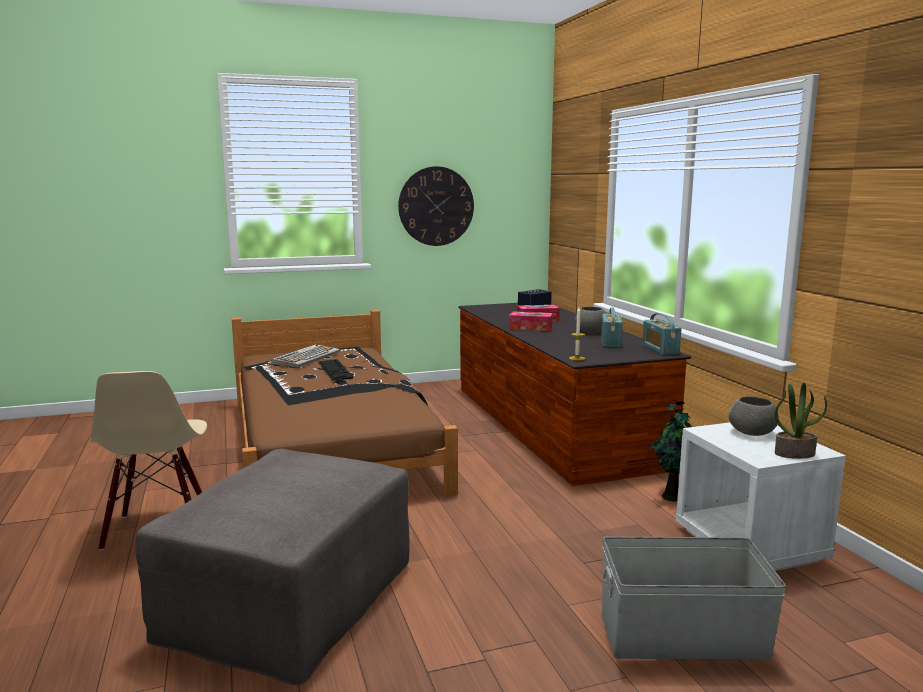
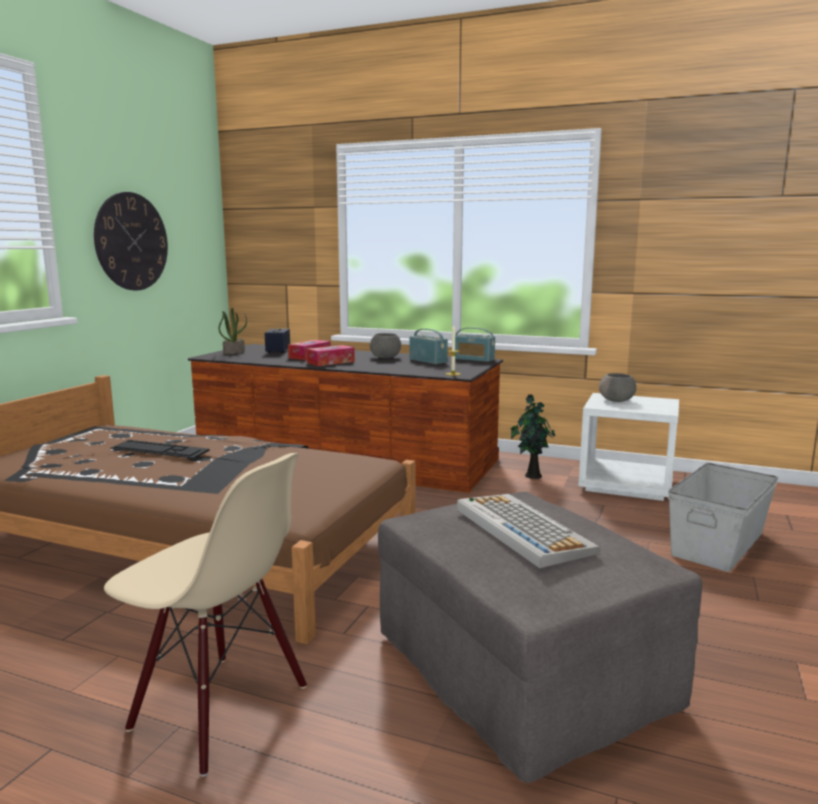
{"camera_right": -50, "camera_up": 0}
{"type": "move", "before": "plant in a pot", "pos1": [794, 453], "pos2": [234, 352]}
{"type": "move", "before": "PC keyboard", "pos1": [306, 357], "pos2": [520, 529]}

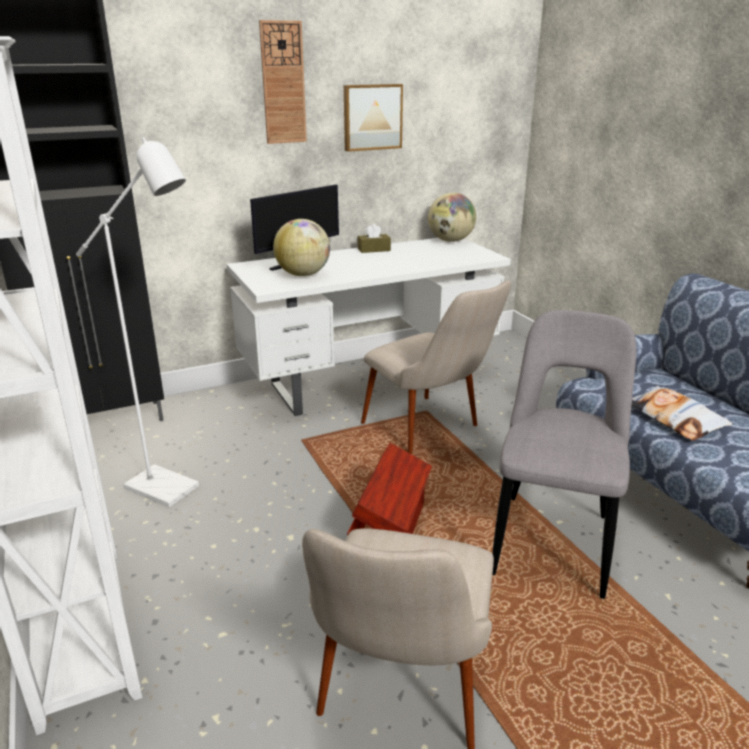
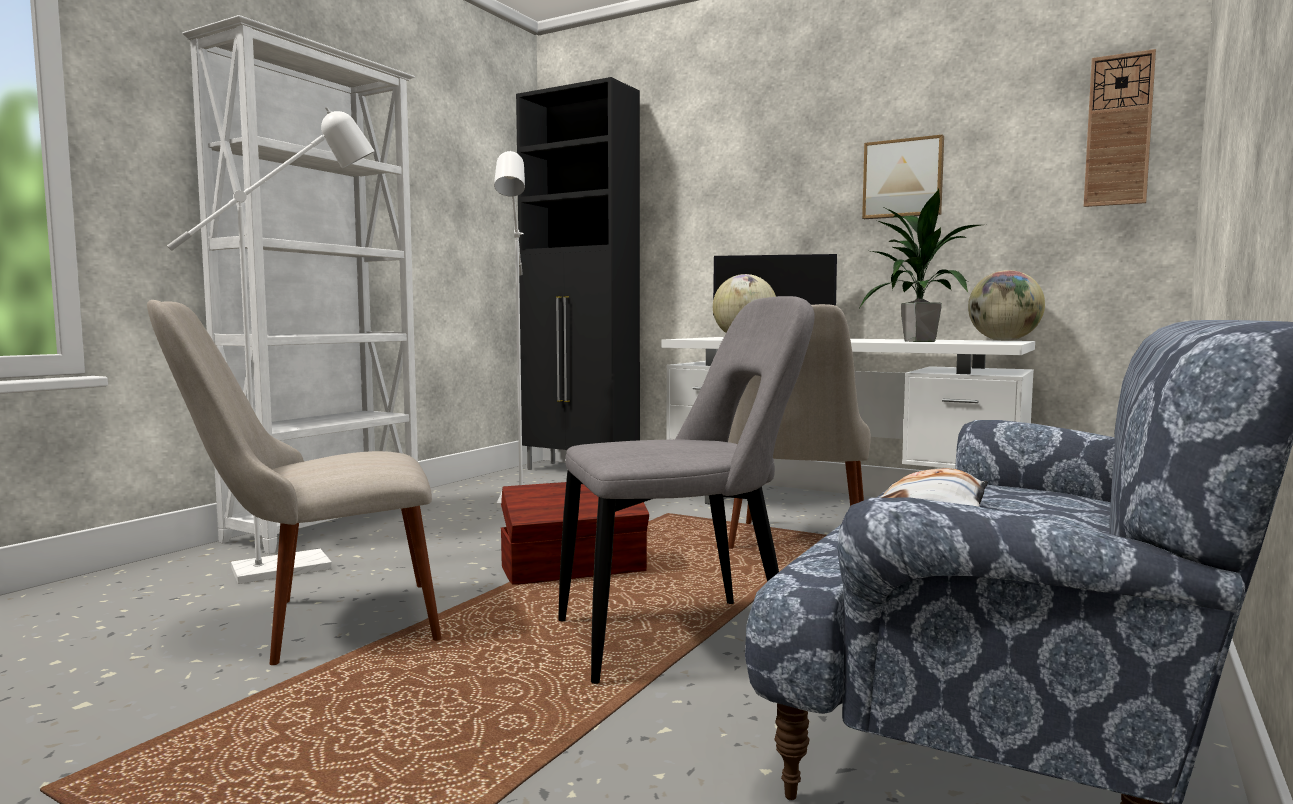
{"camera_right": 55, "camera_up": -20}
{"type": "insert", "after": "standing lamp in white", "pos2": [301, 565]}
{"type": "insert", "after": "plant in a pot", "pos2": [919, 341]}
{"type": "move", "before": "clock on the wall", "pos1": [283, 83], "pos2": [1118, 130]}
{"type": "delete", "before": "box of tissues in brown", "pos1": [374, 249]}

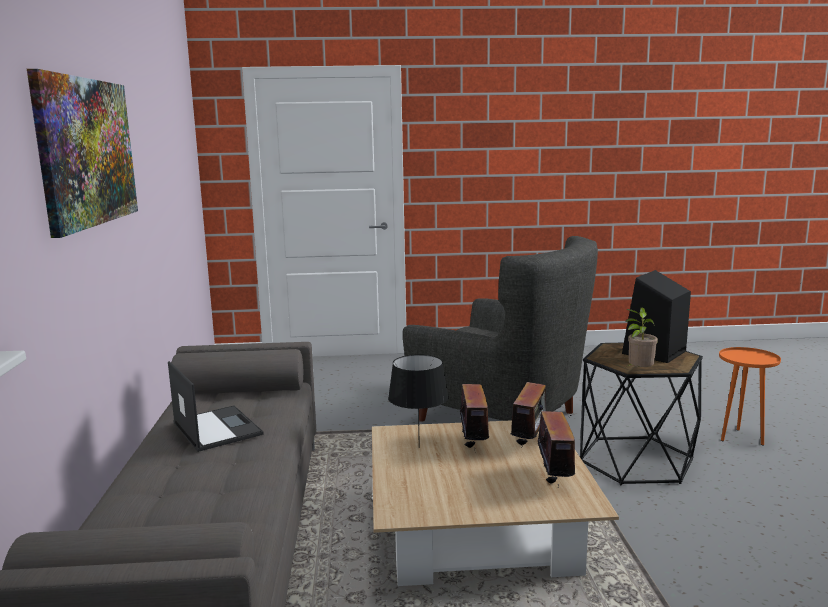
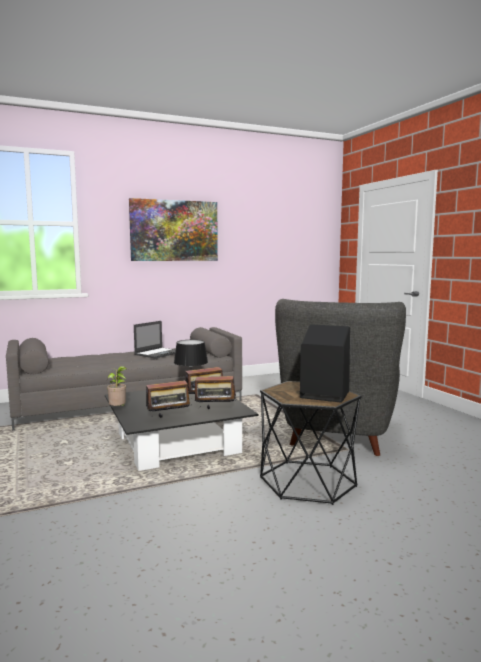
{"camera_right": 70, "camera_up": -5}
{"type": "recolor", "before": "low table in sand-coloured", "after": "low table in blackish", "pos1": [476, 529], "pos2": [177, 443]}
{"type": "move", "before": "plant in a pot", "pos1": [639, 372], "pos2": [118, 409]}
{"type": "delete", "before": "end table in orange", "pos1": [740, 438]}

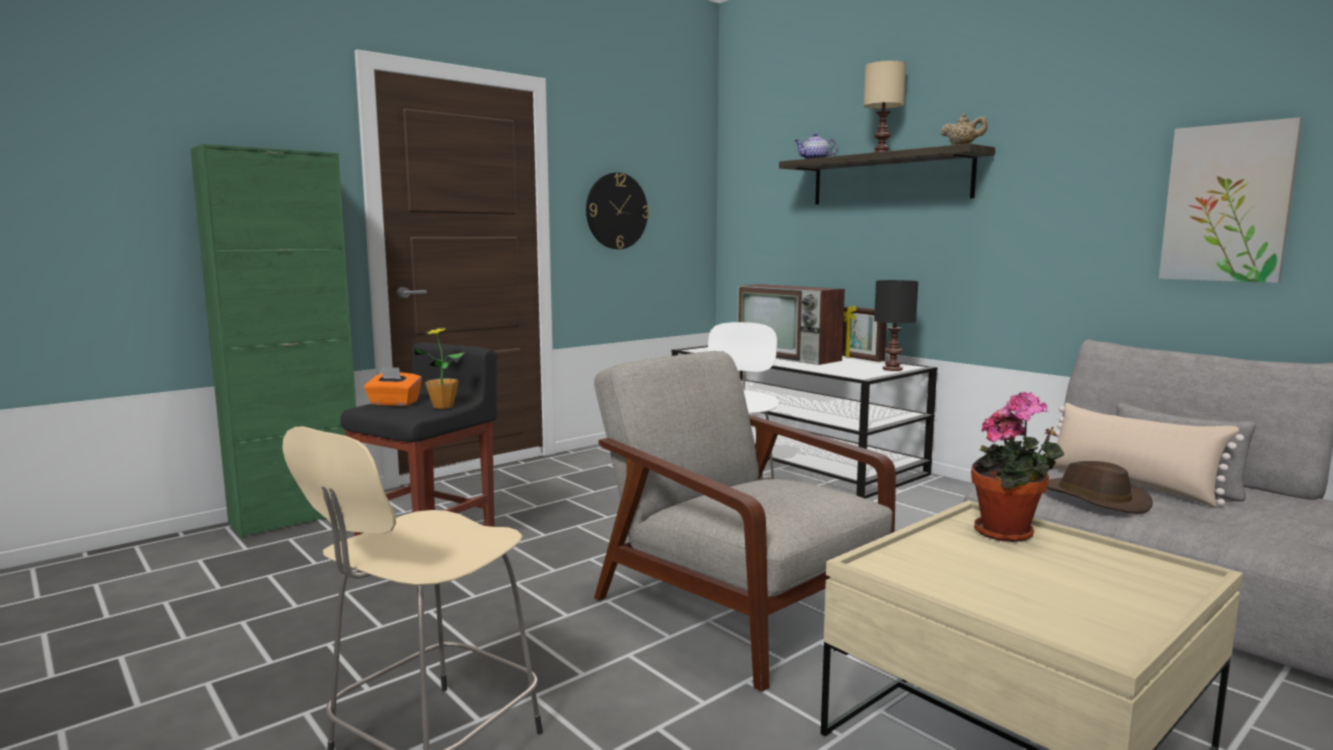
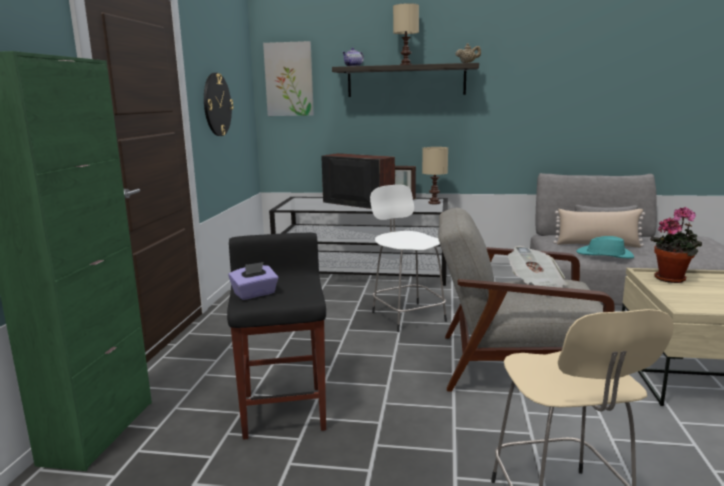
{"camera_right": -40, "camera_up": 5}
{"type": "recolor", "before": "box of tissues in orange", "after": "box of tissues in purple-coloured", "pos1": [394, 403], "pos2": [255, 294]}
{"type": "move", "before": "picture", "pos1": [1227, 203], "pos2": [289, 79]}
{"type": "rotate", "before": "TV set", "pos1": [789, 356], "pos2": [356, 203], "turn": -150}
{"type": "recolor", "before": "tabletop lamp in blackish", "after": "tabletop lamp in sand-coloured", "pos1": [893, 369], "pos2": [435, 203]}
{"type": "insert", "after": "daily paper", "pos2": [536, 285]}
{"type": "recolor", "before": "wearable hat in brown", "after": "wearable hat in turquoise", "pos1": [1092, 499], "pos2": [605, 255]}
{"type": "delete", "before": "plant in a pot", "pos1": [443, 406]}

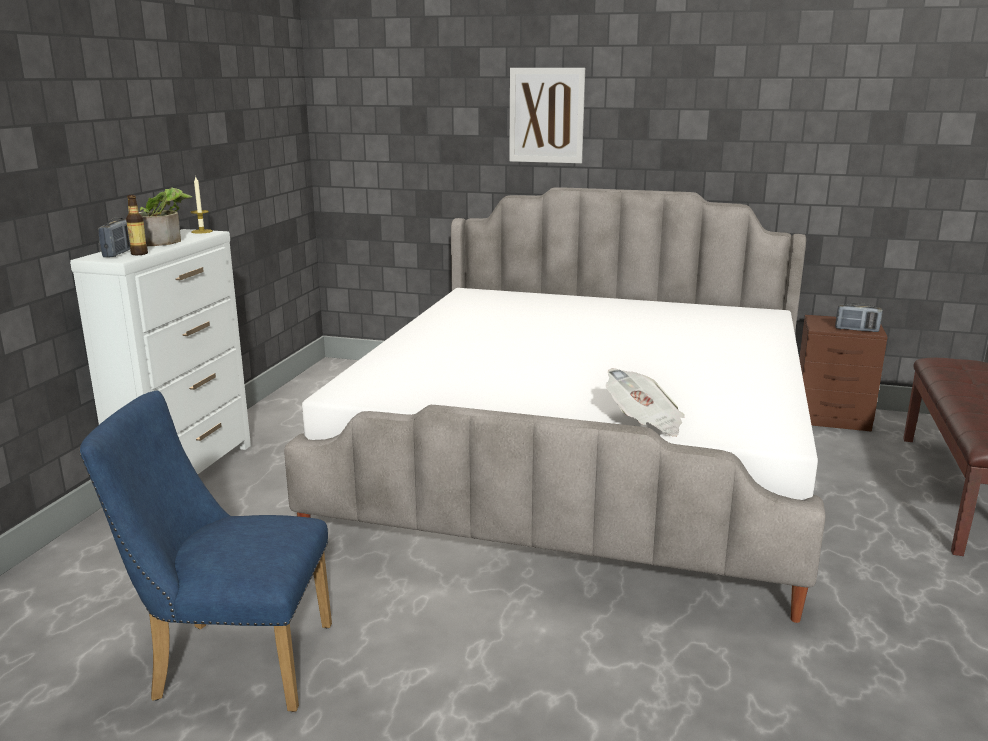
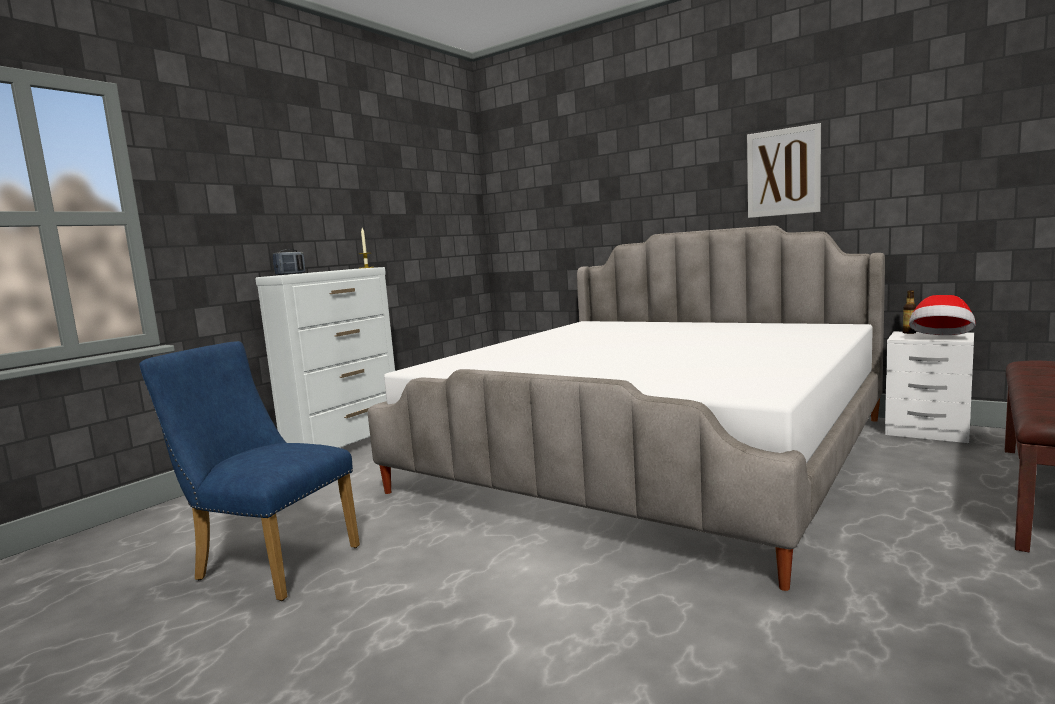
{"camera_right": 20, "camera_up": -10}
{"type": "move", "before": "picture", "pos1": [546, 115], "pos2": [783, 172]}
{"type": "recolor", "before": "bedside table in brown", "after": "bedside table in white", "pos1": [833, 418], "pos2": [929, 431]}
{"type": "move", "before": "bottle", "pos1": [139, 253], "pos2": [909, 332]}
{"type": "replace", "before": "radio receiver", "after": "wearable hat", "pos1": [856, 330], "pos2": [941, 338]}
{"type": "delete", "before": "plant in a pot", "pos1": [164, 241]}
{"type": "delete", "before": "daily paper", "pos1": [644, 422]}

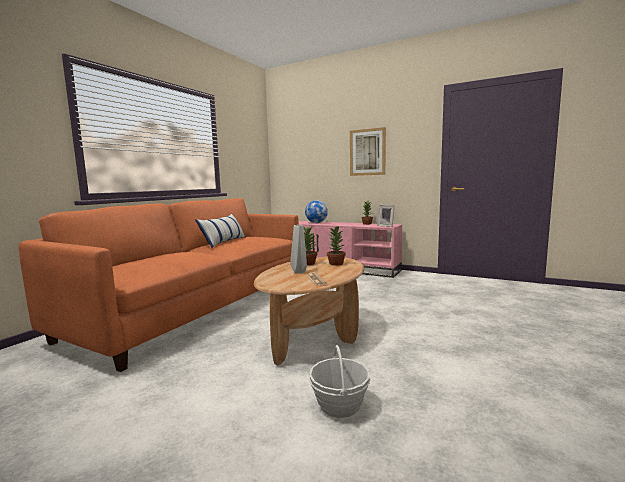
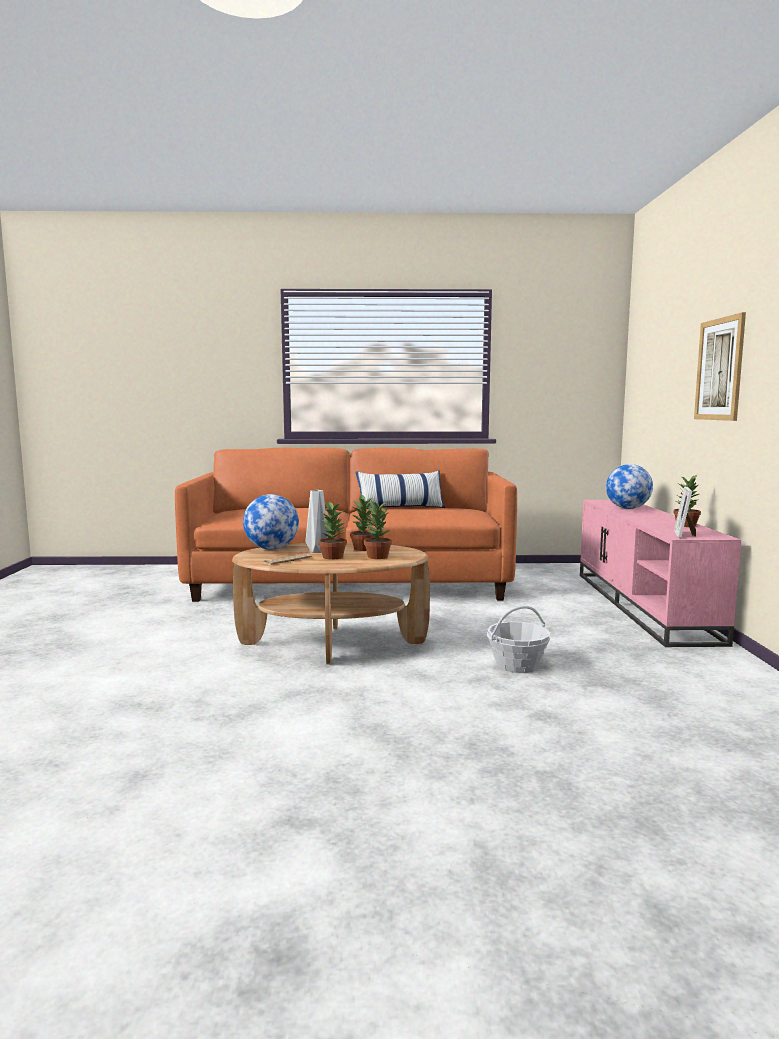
{"camera_right": 60, "camera_up": 0}
{"type": "insert", "after": "globe", "pos2": [271, 549]}
{"type": "insert", "after": "plant in a pot", "pos2": [332, 557]}
{"type": "move", "before": "basket", "pos1": [339, 405], "pos2": [517, 665]}

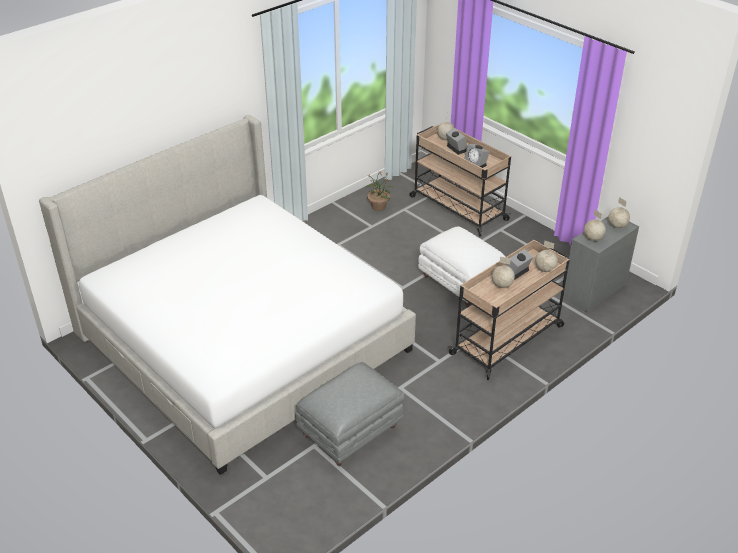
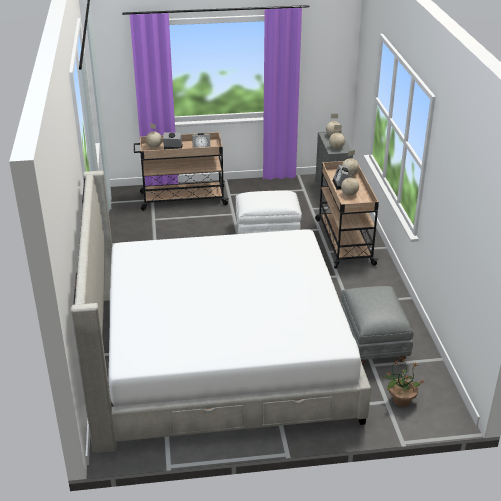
{"camera_right": -55, "camera_up": -5}
{"type": "move", "before": "plant in a pot", "pos1": [378, 206], "pos2": [401, 400]}

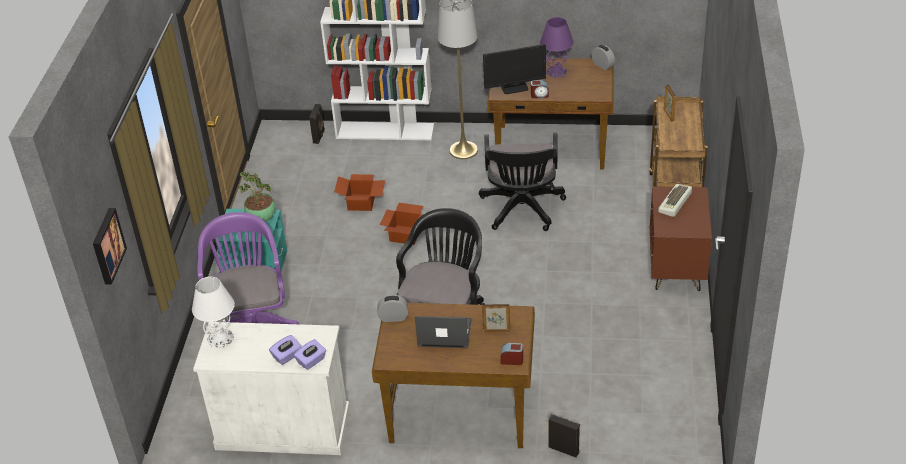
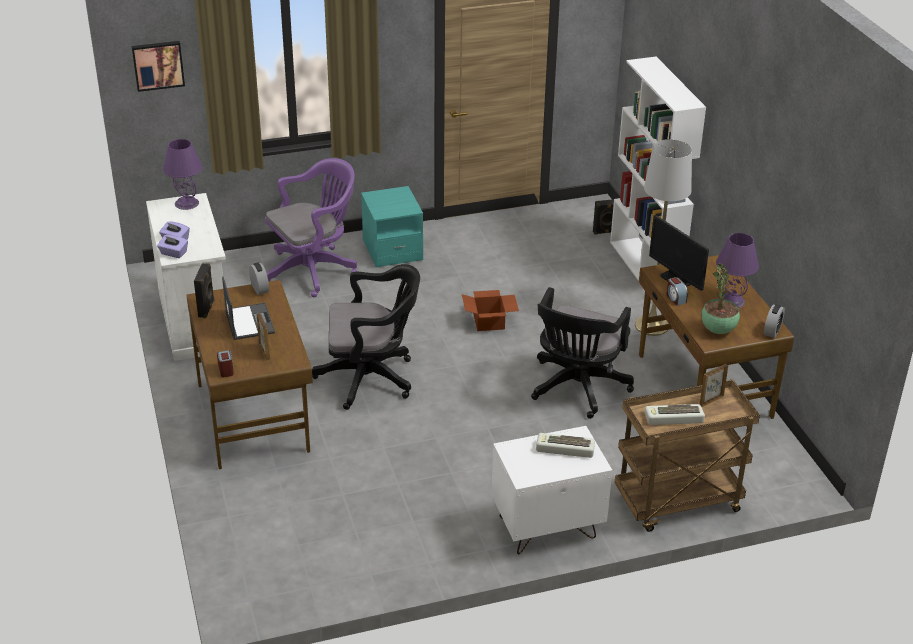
{"camera_right": 65, "camera_up": -5}
{"type": "recolor", "before": "tabletop lamp in white", "after": "tabletop lamp in purple-coloured", "pos1": [220, 338], "pos2": [186, 203]}
{"type": "move", "before": "speaker in blackish", "pos1": [564, 449], "pos2": [207, 308]}
{"type": "recolor", "before": "bedside table in brown", "after": "bedside table in white", "pos1": [676, 269], "pos2": [546, 528]}
{"type": "rotate", "before": "computer chair in blackish", "pos1": [522, 210], "pos2": [577, 389], "turn": -45}
{"type": "insert", "after": "PC keyboard", "pos2": [673, 418]}
{"type": "move", "before": "plant in a pot", "pos1": [262, 219], "pos2": [718, 331]}
{"type": "delete", "before": "cardboard box", "pos1": [362, 203]}

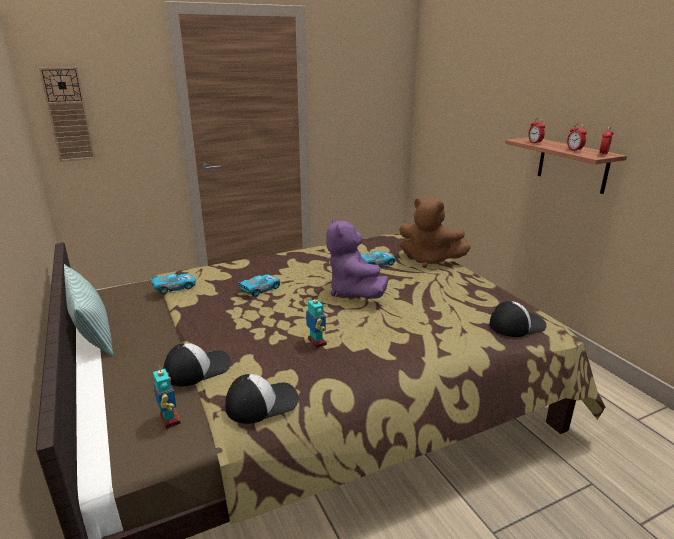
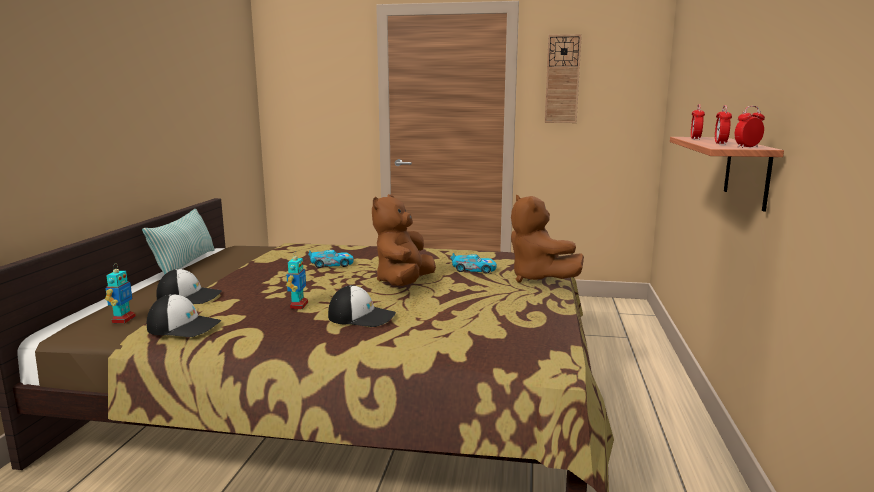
{"camera_right": 35, "camera_up": -10}
{"type": "move", "before": "peaked cap", "pos1": [516, 324], "pos2": [362, 317]}
{"type": "recolor", "before": "cuddly toy in purple-coloured", "after": "cuddly toy in brown", "pos1": [353, 292], "pos2": [404, 283]}
{"type": "move", "before": "clock on the wall", "pos1": [68, 115], "pos2": [562, 79]}
{"type": "delete", "before": "miniature car", "pos1": [174, 287]}

